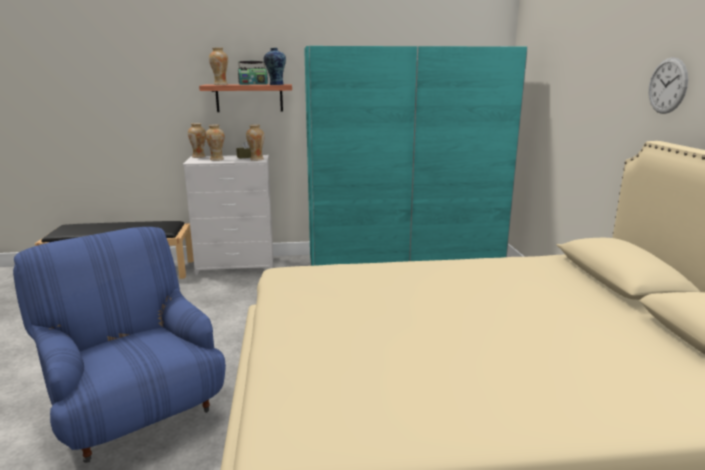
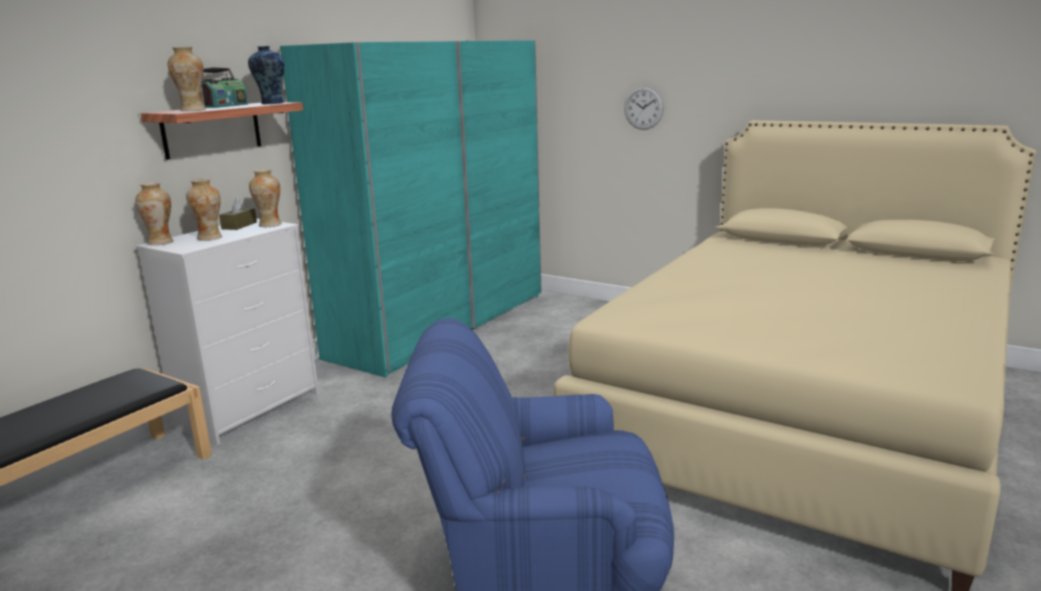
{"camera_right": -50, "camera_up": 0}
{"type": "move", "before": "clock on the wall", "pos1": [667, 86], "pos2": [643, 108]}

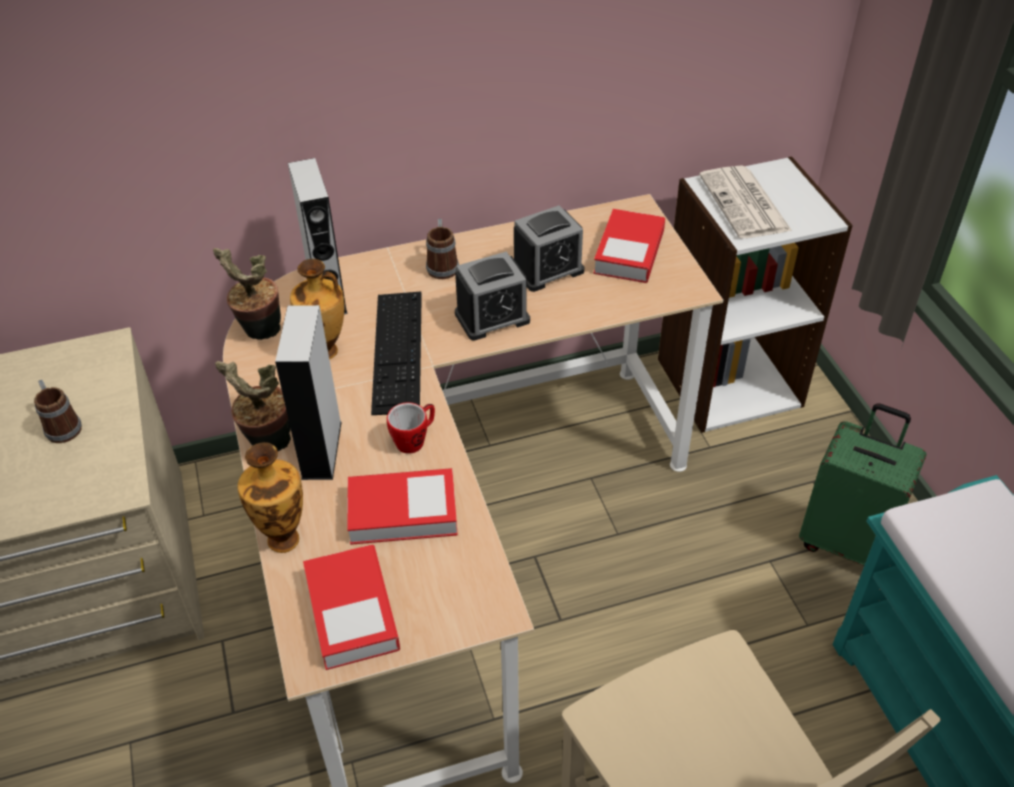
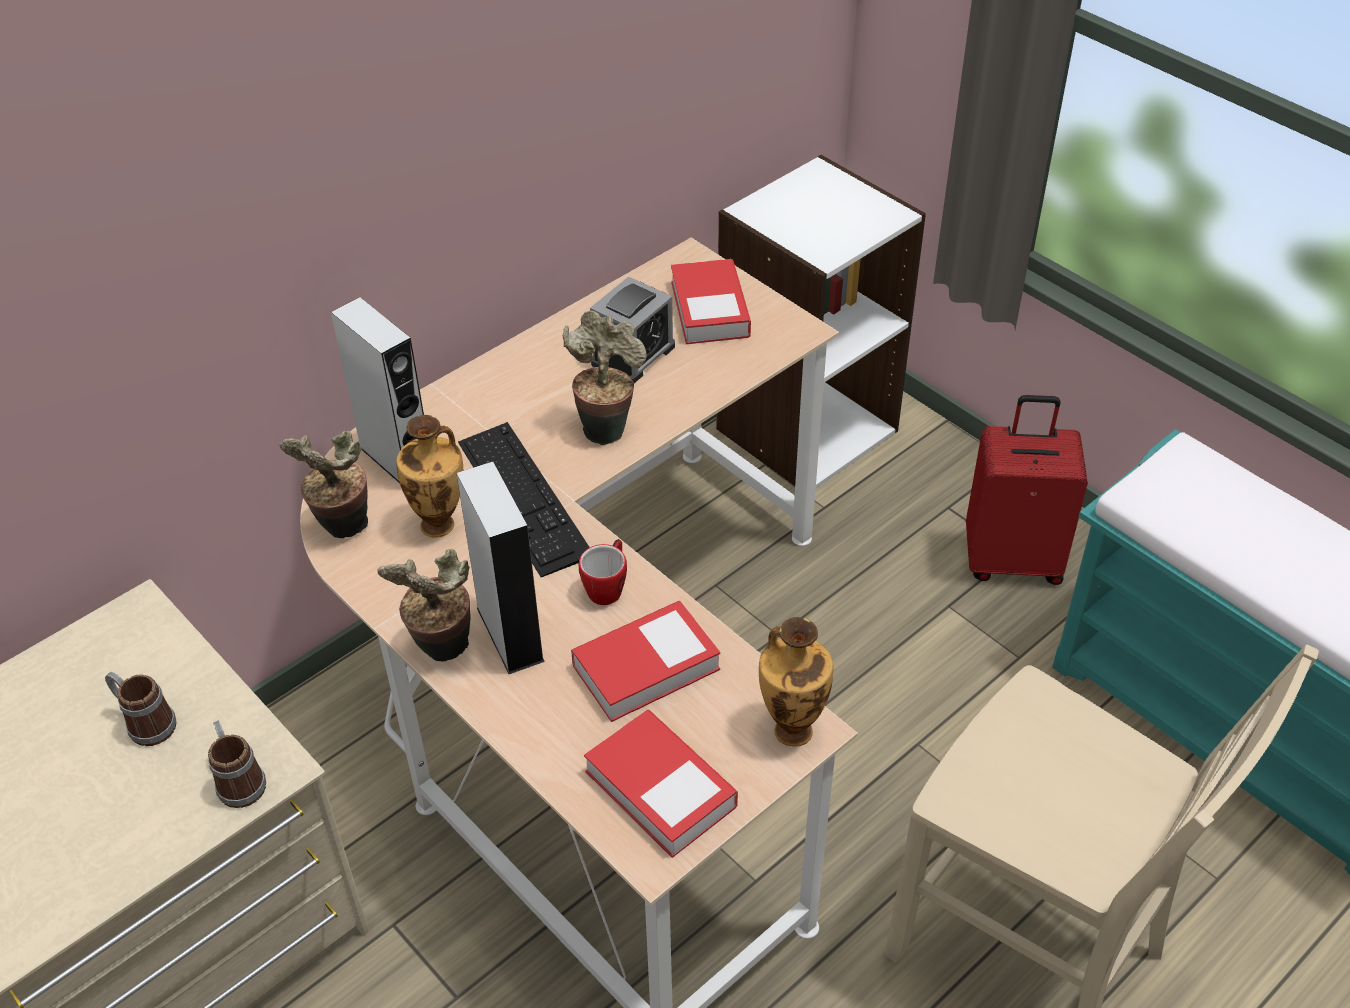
{"camera_right": -25, "camera_up": 0}
{"type": "move", "before": "coffee mug", "pos1": [442, 265], "pos2": [239, 780]}
{"type": "replace", "before": "alarm clock", "after": "plant in a pot", "pos1": [492, 317], "pos2": [606, 426]}
{"type": "move", "before": "vase", "pos1": [283, 537], "pos2": [791, 729]}
{"type": "recolor", "before": "travel case in green", "after": "travel case in reddish", "pos1": [846, 542], "pos2": [1012, 559]}
{"type": "delete", "before": "daily paper", "pos1": [745, 204]}

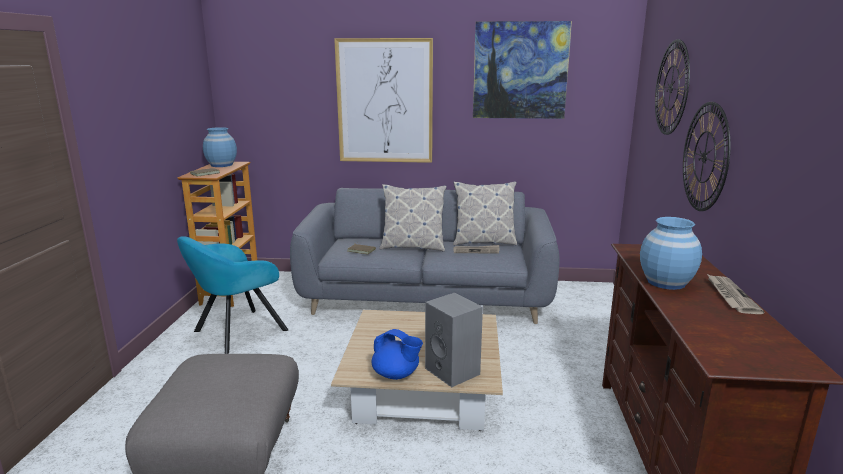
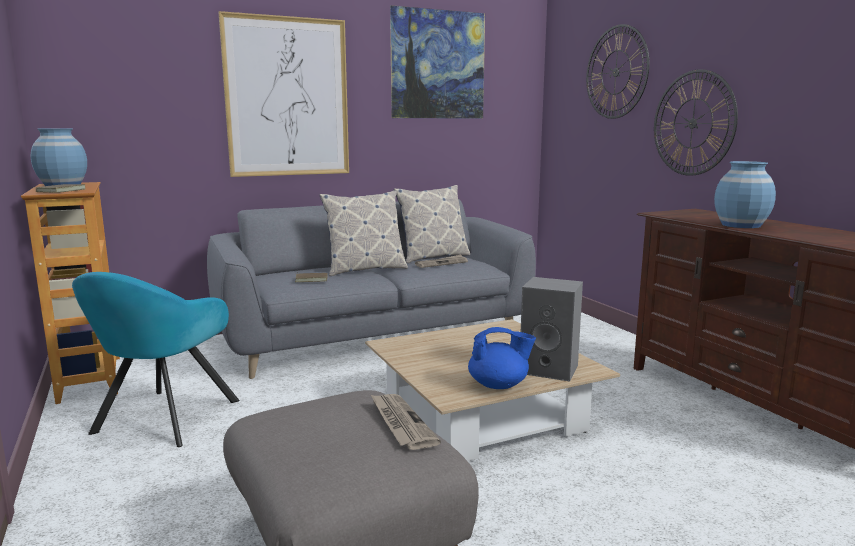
{"camera_right": -30, "camera_up": -5}
{"type": "move", "before": "daily paper", "pos1": [730, 296], "pos2": [400, 423]}

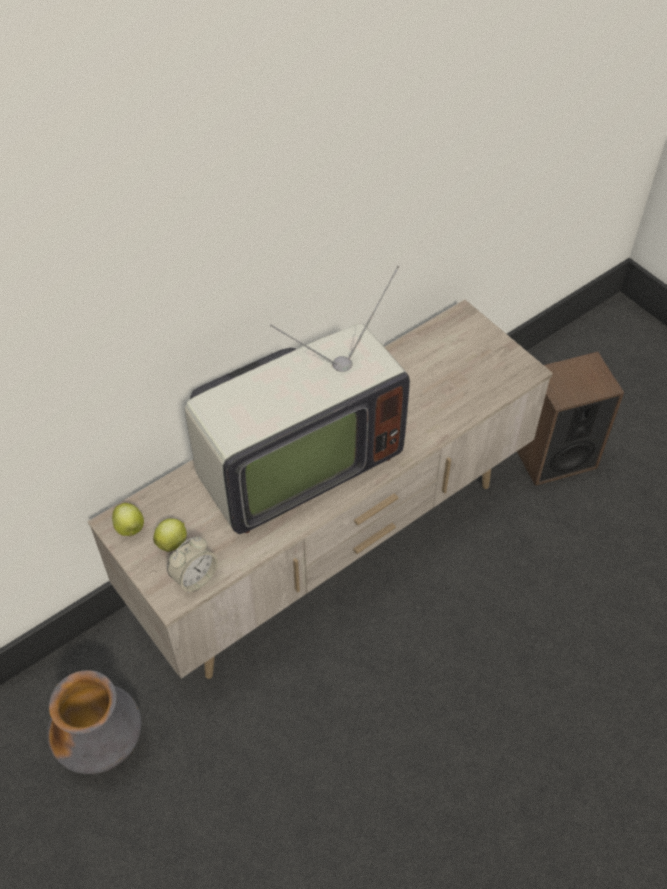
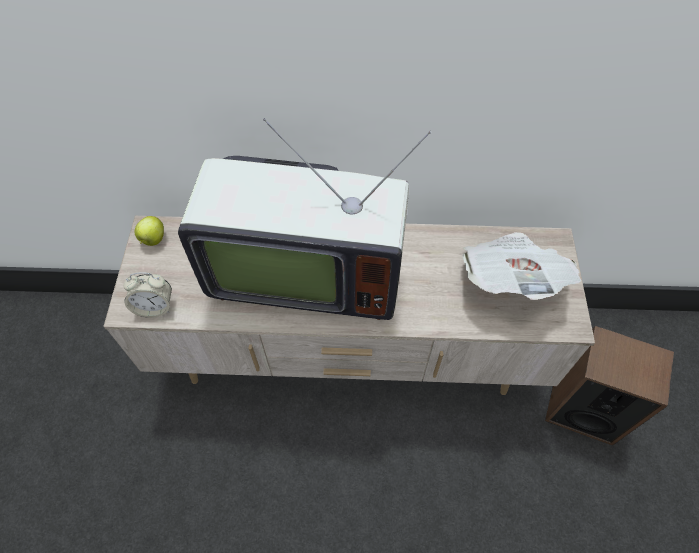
{"camera_right": 40, "camera_up": 5}
{"type": "insert", "after": "daily paper", "pos2": [510, 279]}
{"type": "delete", "before": "vase", "pos1": [103, 744]}
{"type": "delete", "before": "apple", "pos1": [172, 542]}

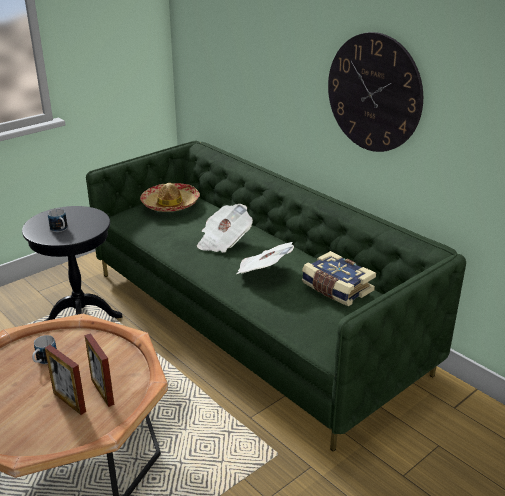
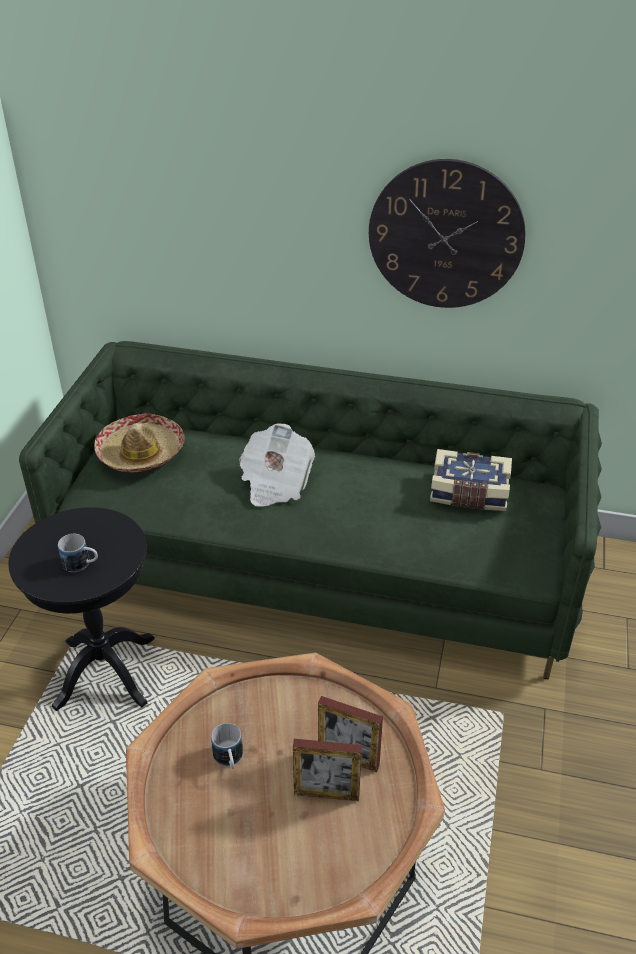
{"camera_right": -35, "camera_up": 10}
{"type": "delete", "before": "daily paper", "pos1": [263, 271]}

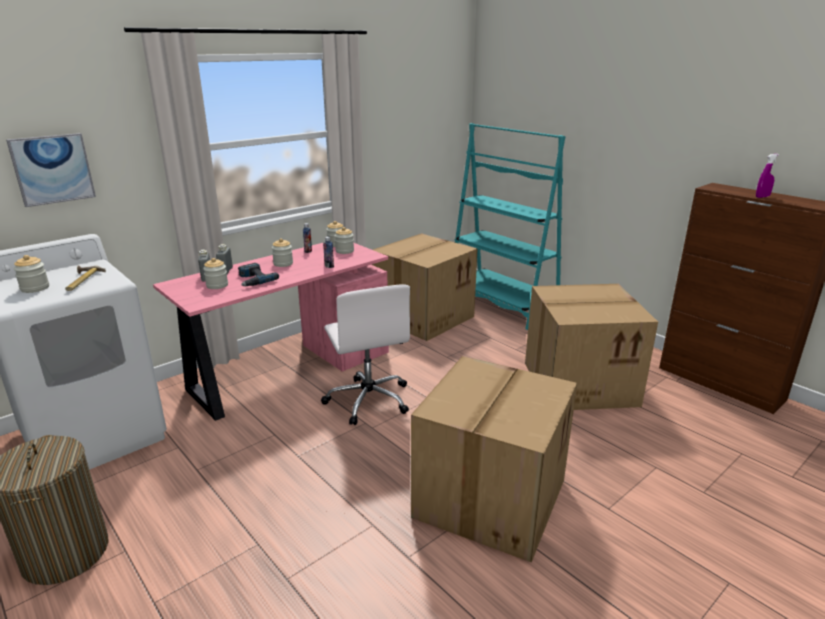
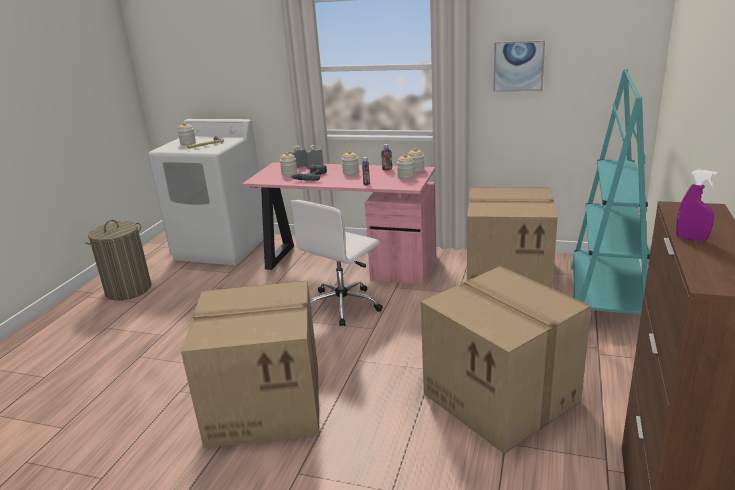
{"camera_right": 60, "camera_up": 0}
{"type": "move", "before": "picture", "pos1": [52, 169], "pos2": [518, 66]}

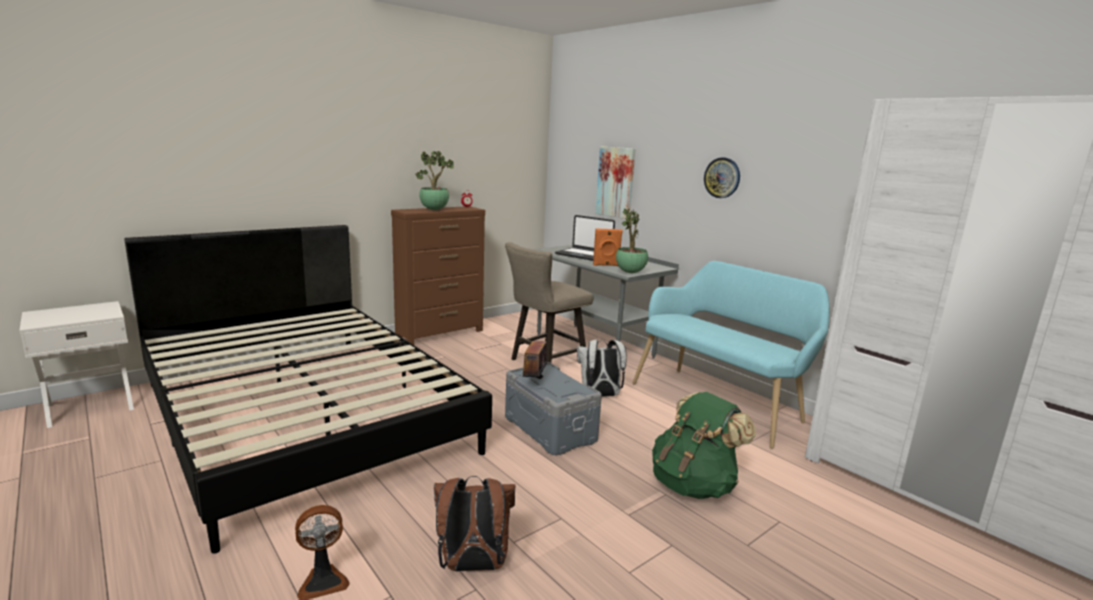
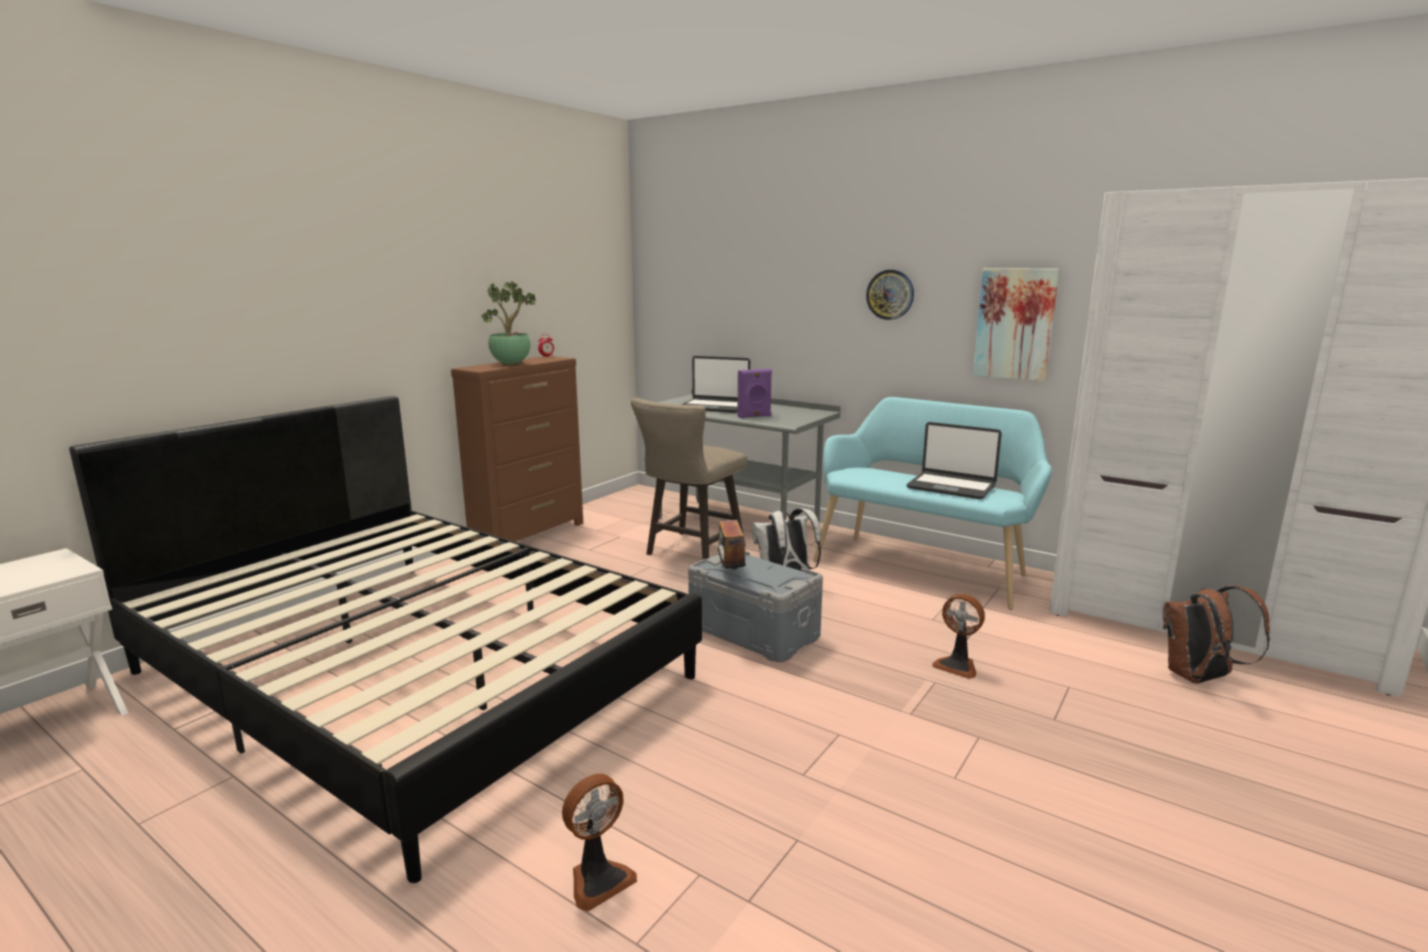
{"camera_right": -15, "camera_up": 0}
{"type": "recolor", "before": "speaker in orange", "after": "speaker in purple-coloured", "pos1": [606, 265], "pos2": [754, 416]}
{"type": "insert", "after": "laptop", "pos2": [951, 487]}
{"type": "replace", "before": "rucksack in green", "after": "electric fan", "pos1": [693, 485], "pos2": [957, 666]}
{"type": "move", "before": "picture", "pos1": [615, 182], "pos2": [1015, 324]}
{"type": "move", "before": "rucksack in brown", "pos1": [472, 566], "pos2": [1198, 678]}
{"type": "delete", "before": "plant in a pot", "pos1": [630, 272]}

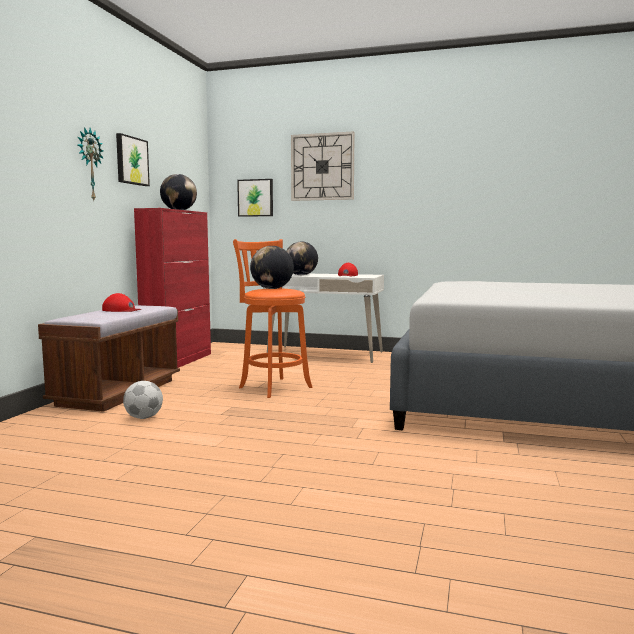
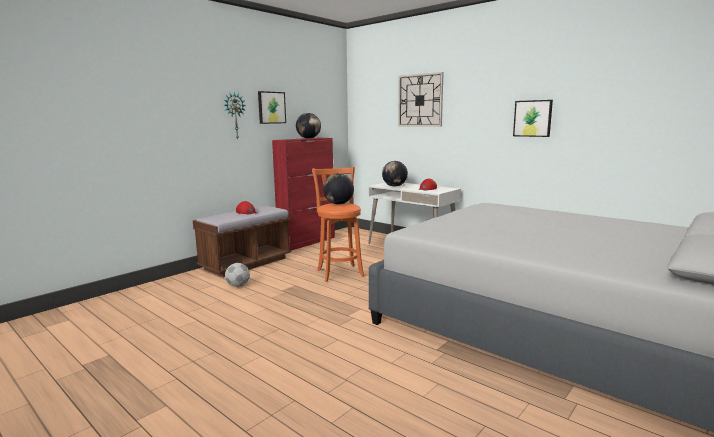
{"camera_right": 25, "camera_up": 5}
{"type": "move", "before": "picture", "pos1": [255, 198], "pos2": [532, 118]}

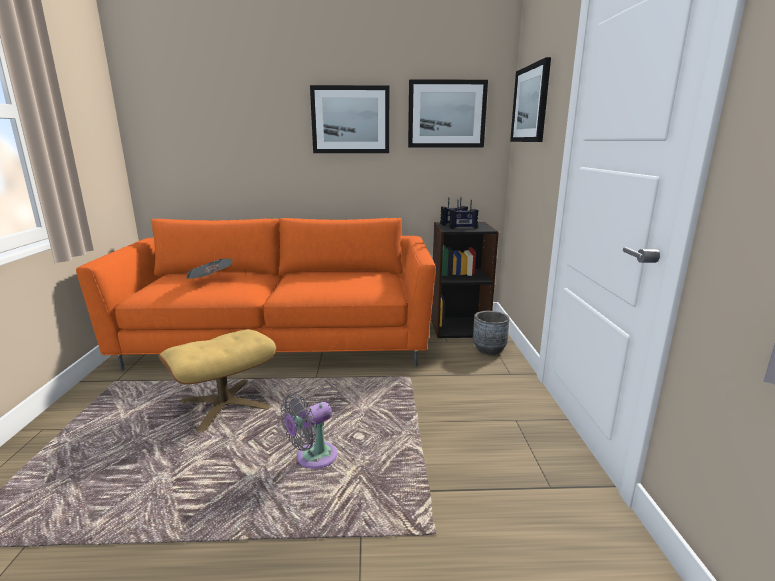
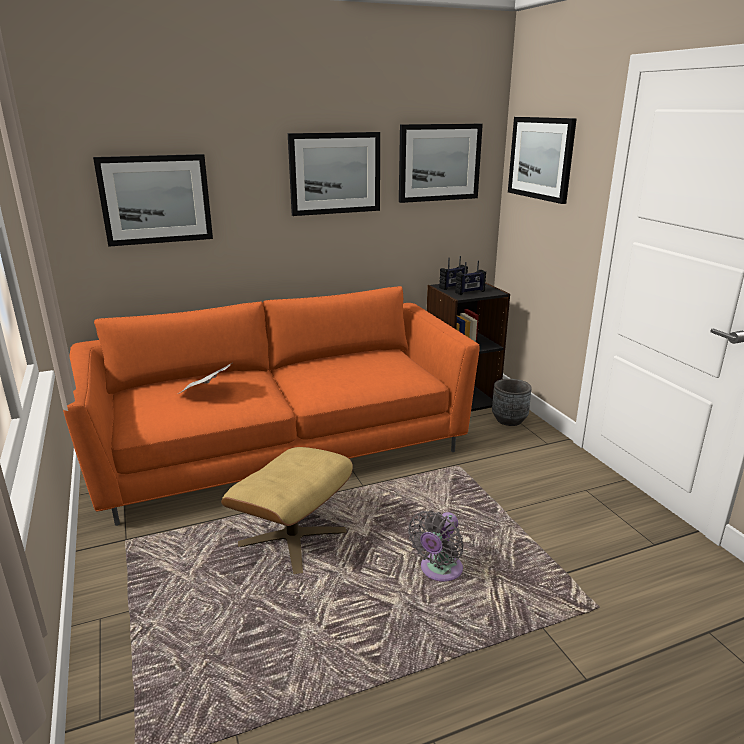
{"camera_right": -20, "camera_up": 5}
{"type": "insert", "after": "picture", "pos2": [156, 199]}

